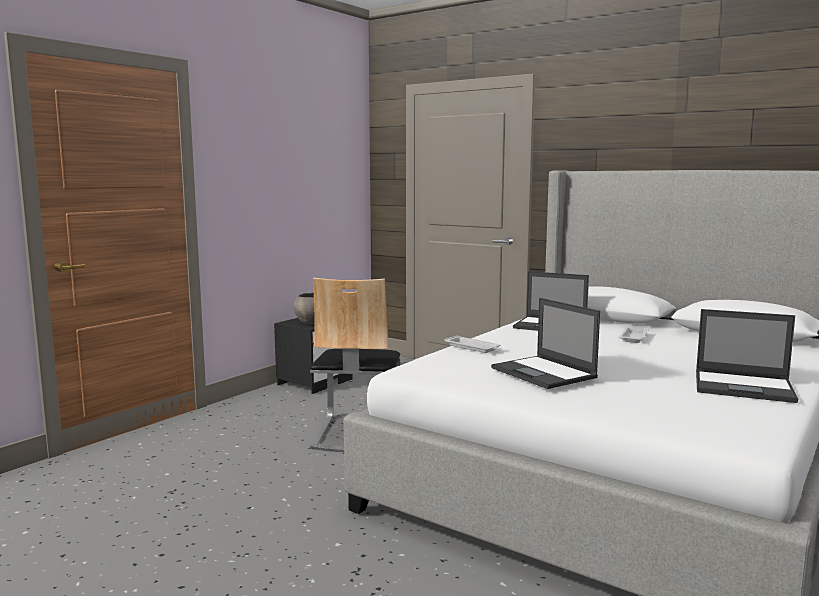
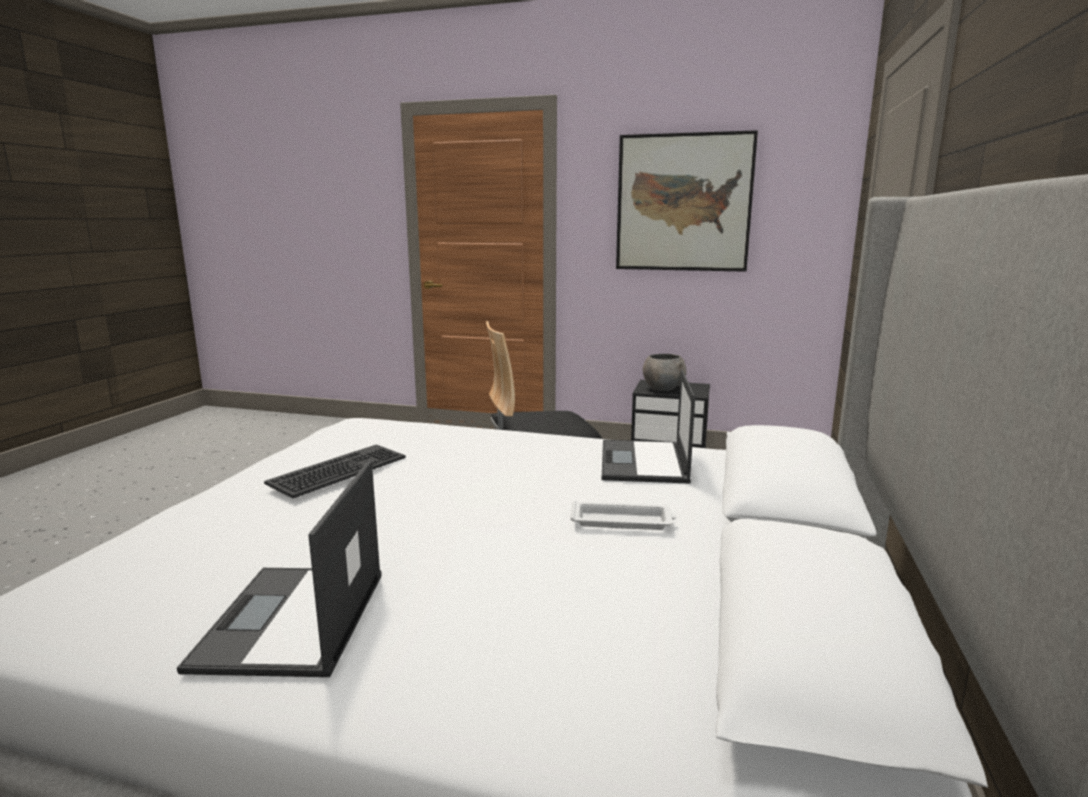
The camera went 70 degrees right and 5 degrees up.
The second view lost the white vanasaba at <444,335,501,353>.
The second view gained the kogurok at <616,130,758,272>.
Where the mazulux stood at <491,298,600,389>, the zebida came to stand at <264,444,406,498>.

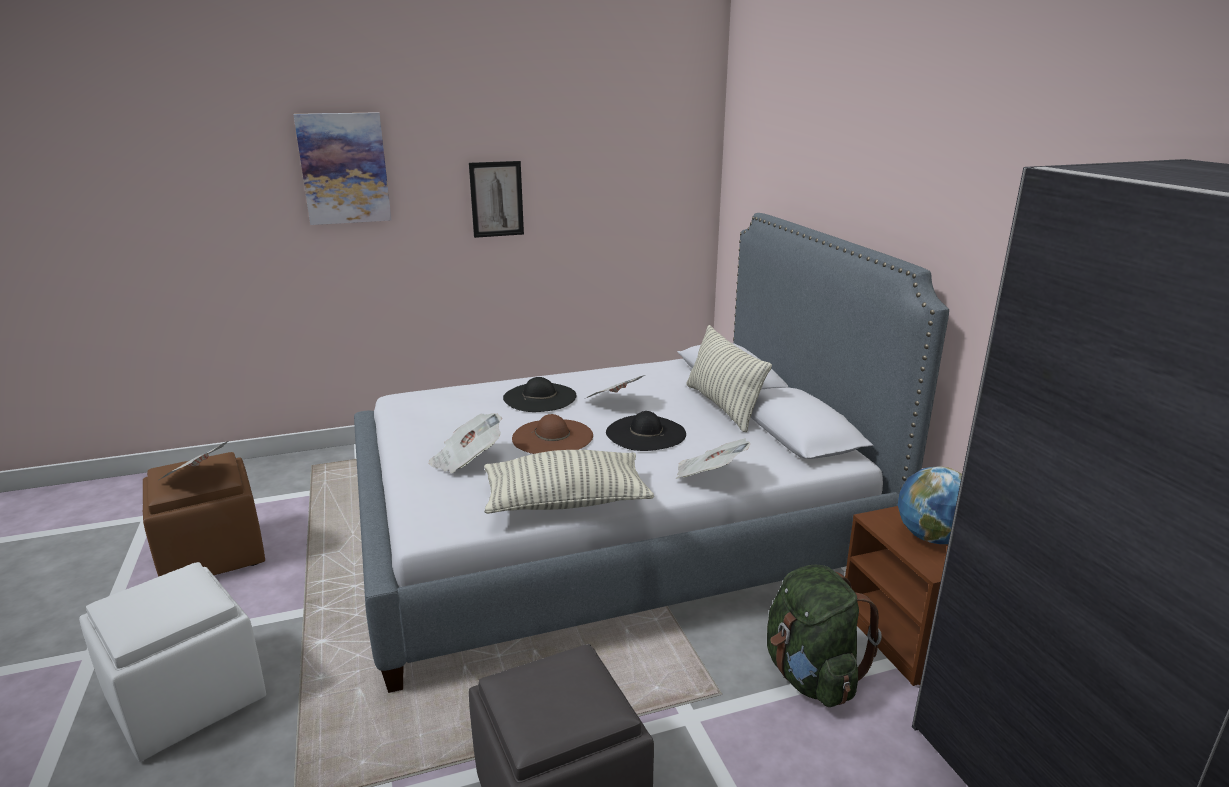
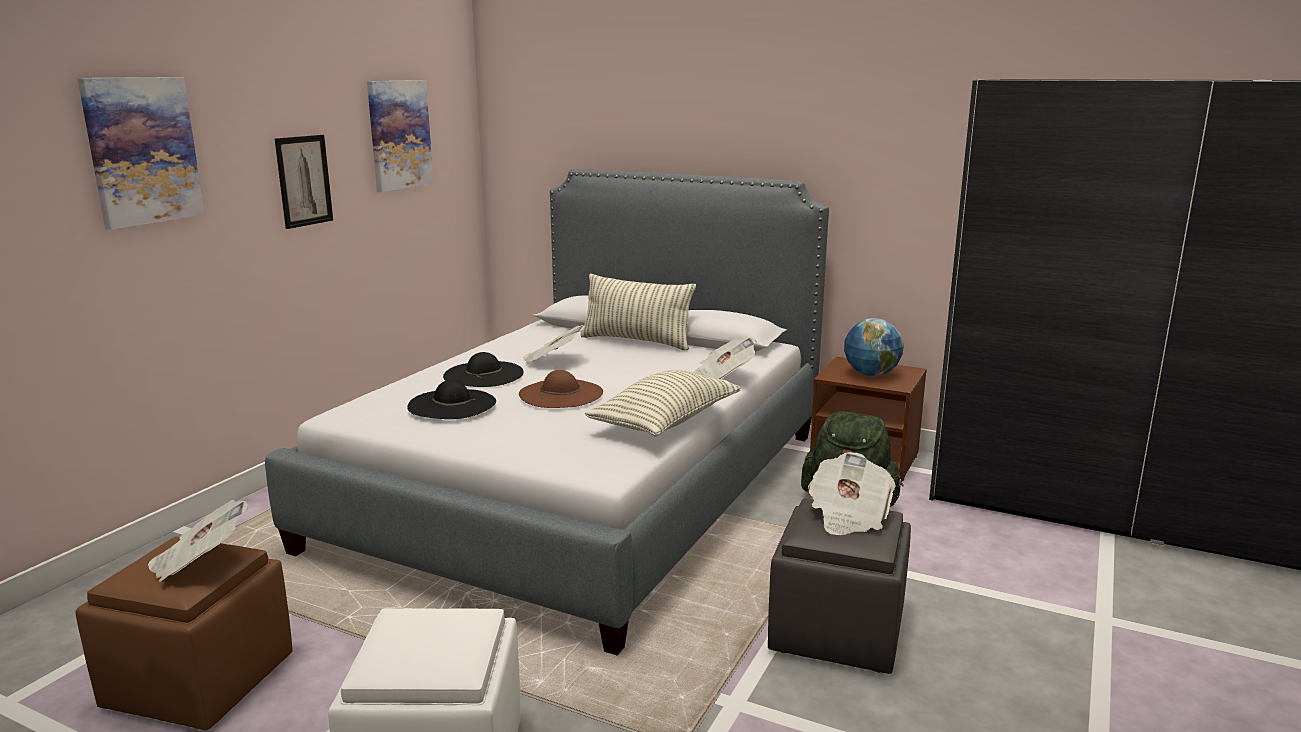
The camera went 45 degrees left and 5 degrees down.
The second view gained the kogurok at <367,80,434,192>.
The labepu ended up elsewhere, having gone from <429,413,502,473> to <808,452,896,535>.
The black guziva ended up elsewhere, having gone from <606,411,686,451> to <407,380,496,419>.

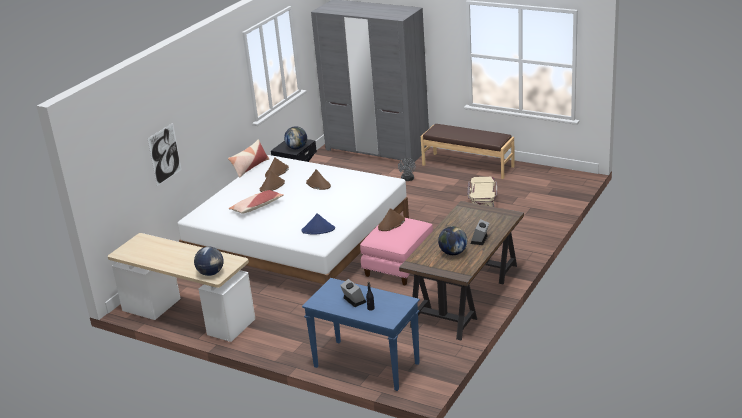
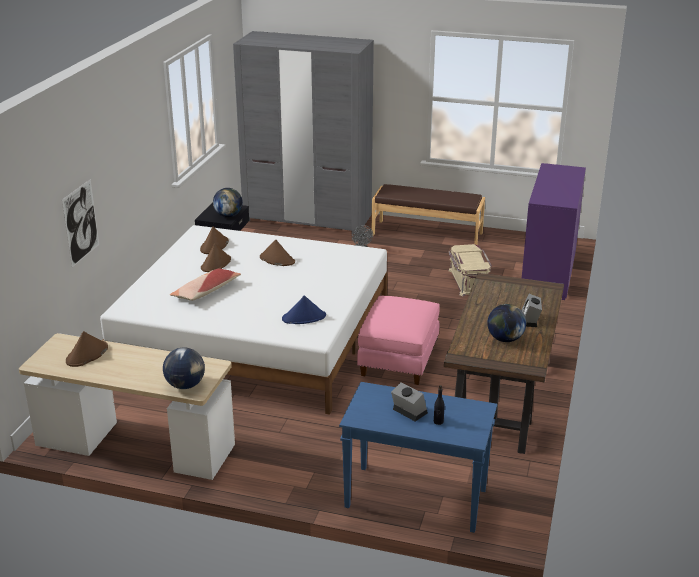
The camera went 15 degrees left and 0 degrees up.
The second view lost the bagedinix at <228,139,269,177>.
The second view gained the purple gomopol at <522,163,586,300>.
The brown guziva ended up elsewhere, having gone from <378,208,405,231> to <66,331,108,367>.

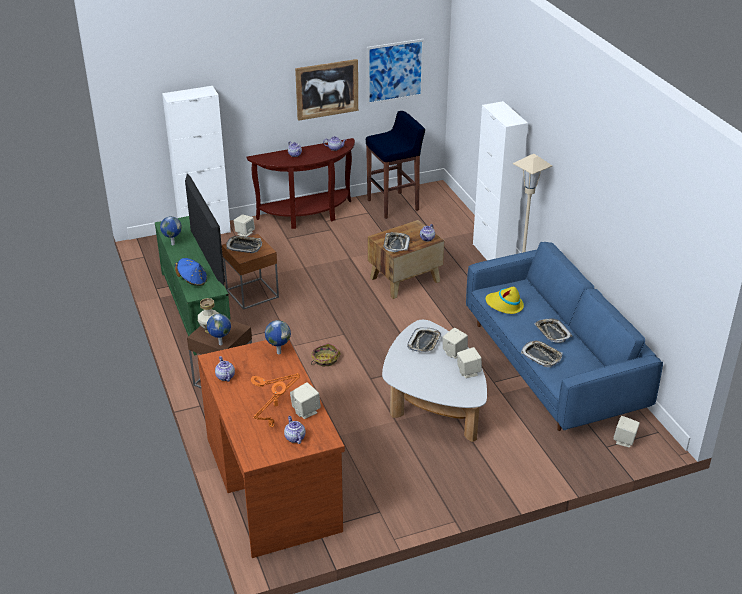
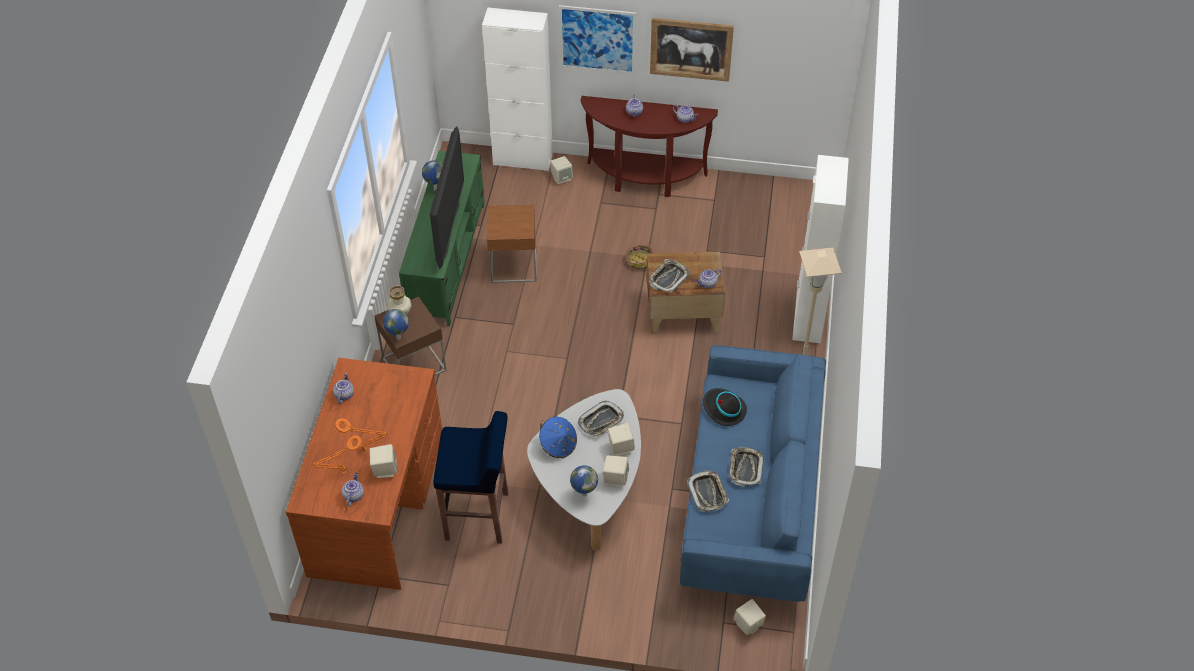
The camera went 30 degrees right and 15 degrees up.
The second view lost the vanasaba at <226,236,262,253>.
The blue guziva ended up elsewhere, having gone from <175,258,207,286> to <539,417,577,458>.
The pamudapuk ended up elsewhere, having gone from <265,320,291,354> to <570,465,598,497>.
The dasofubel ended up elsewhere, having gone from <311,343,341,366> to <622,245,654,270>.
The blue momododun ended up elsewhere, having gone from <366,111,425,219> to <433,411,508,544>.
The kogurok ended up elsewhere, having gone from <367,39,424,105> to <559,5,636,75>.
What was the yellow guziva at <485,287,524,314> turned into the black guziva at <703,388,747,426>.

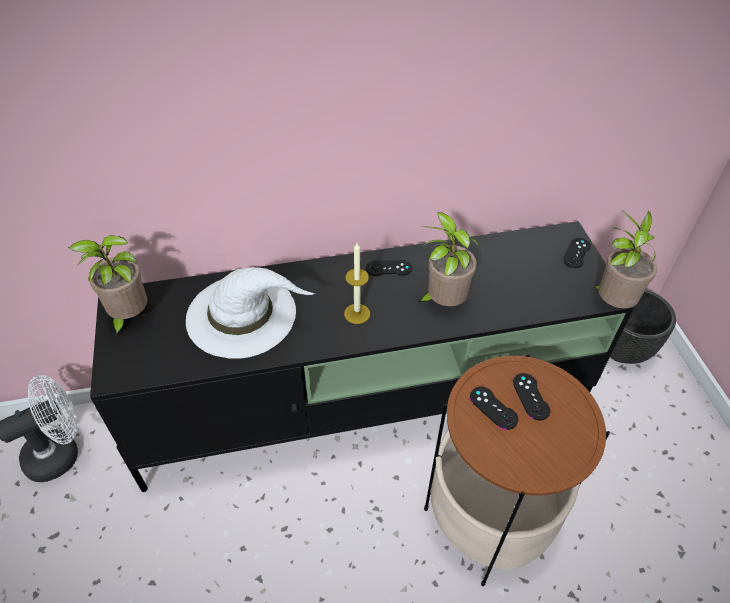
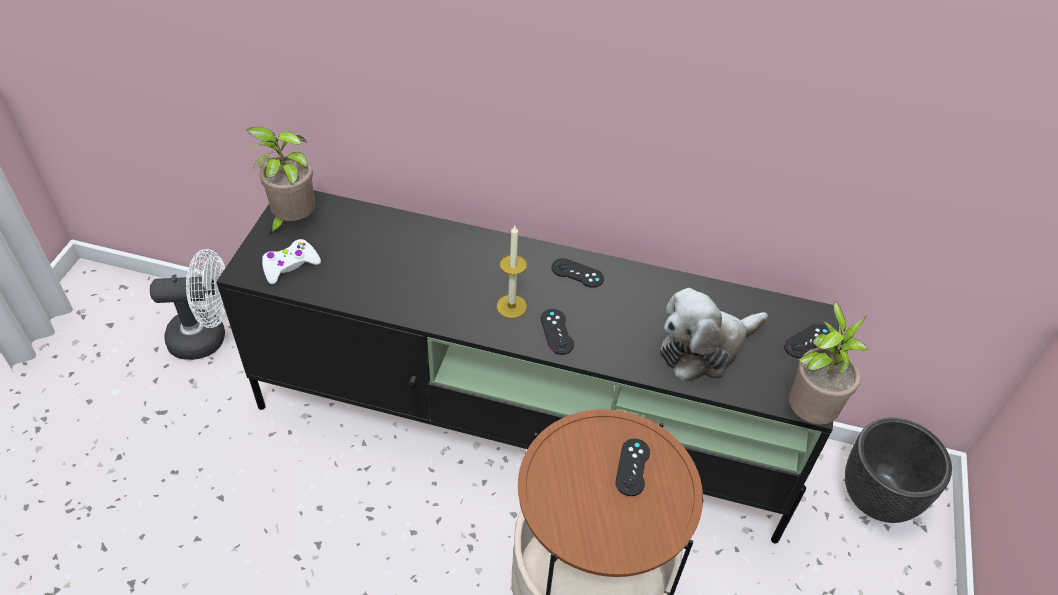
The camera went 25 degrees right and 0 degrees up.
The second view lost the white guziva at <186,267,315,359>.
The second view lost the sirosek at <417,212,479,306>.
The second view gained the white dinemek at <262,239,321,284>.
The second view gained the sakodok at <659,288,768,381>.
The black dinemek ended up elsewhere, having gone from <470,387,518,430> to <541,309,574,355>.

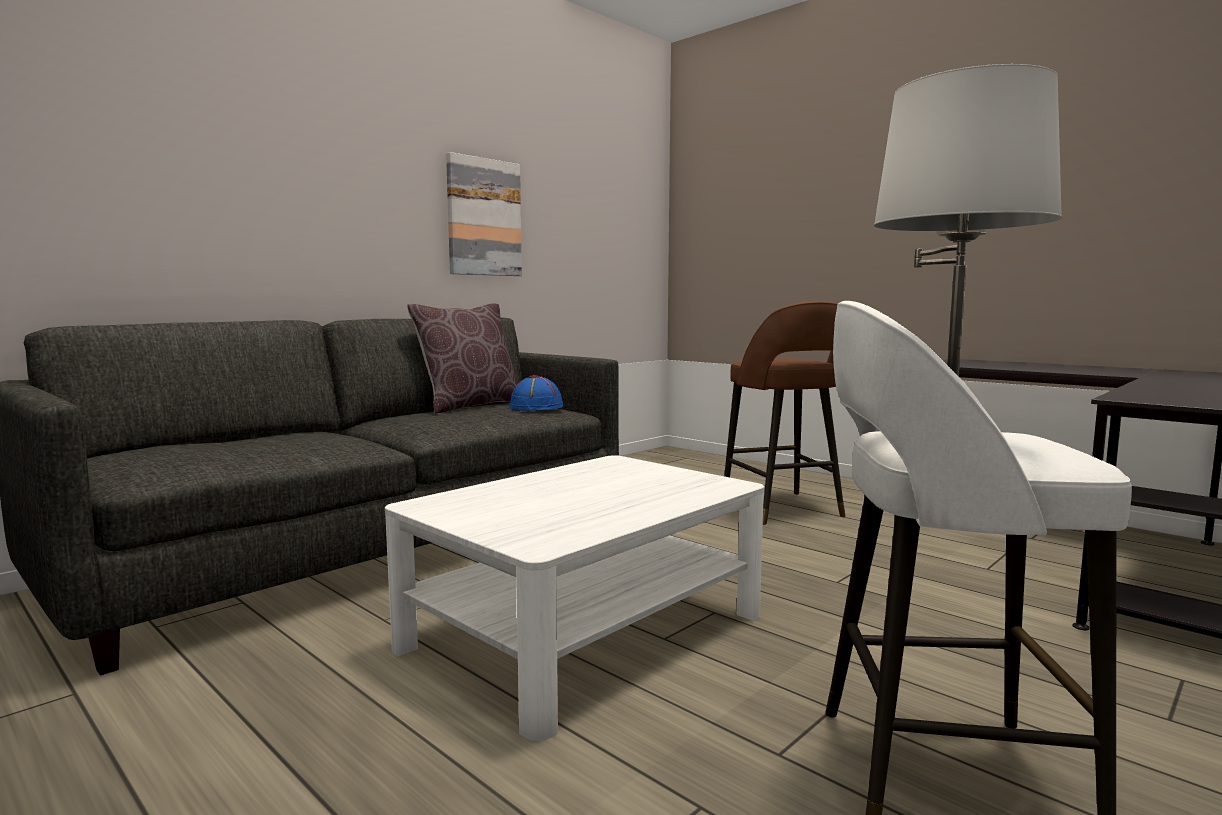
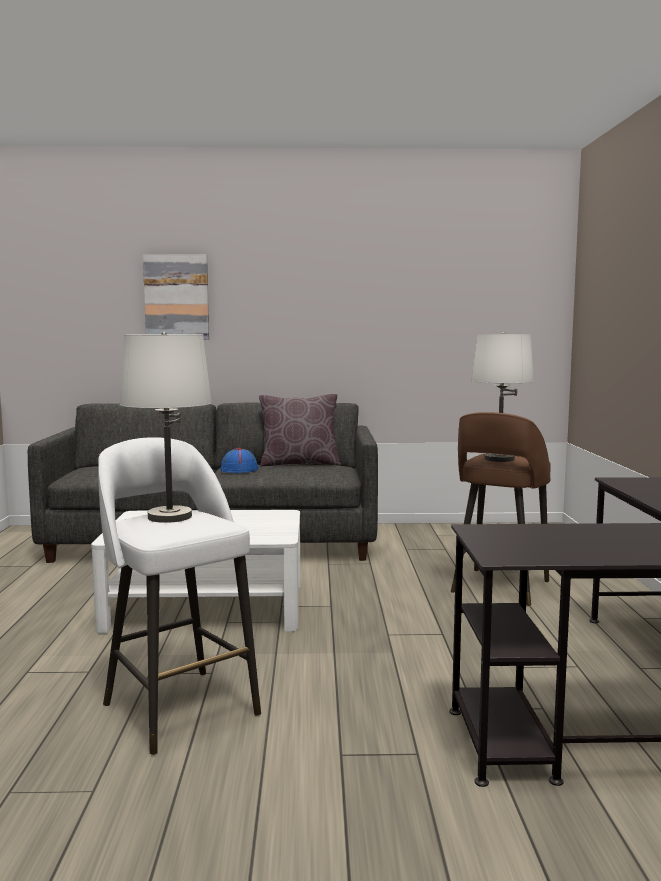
The camera went 45 degrees right and 0 degrees up.
The second view gained the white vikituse at <471,332,534,462>.
The kogurok ended up elsewhere, having gone from <446,152,522,276> to <143,255,209,340>.
The blue guziva ended up elsewhere, having gone from <510,375,563,411> to <221,448,258,473>.

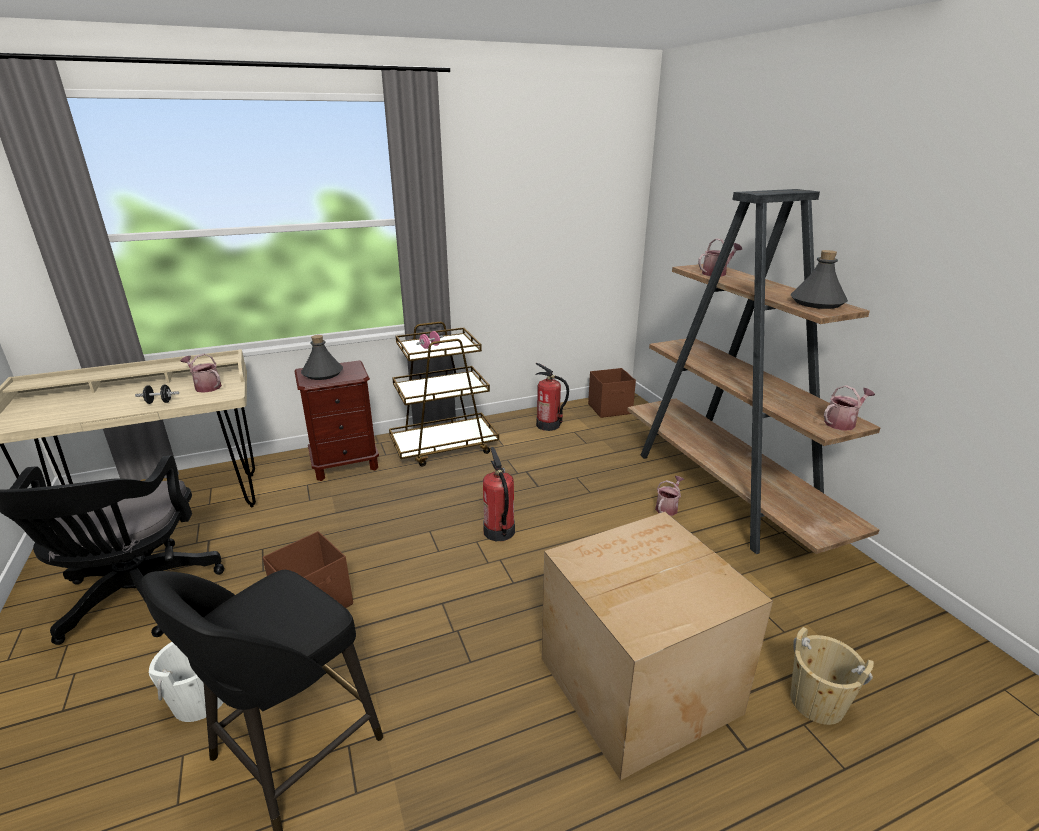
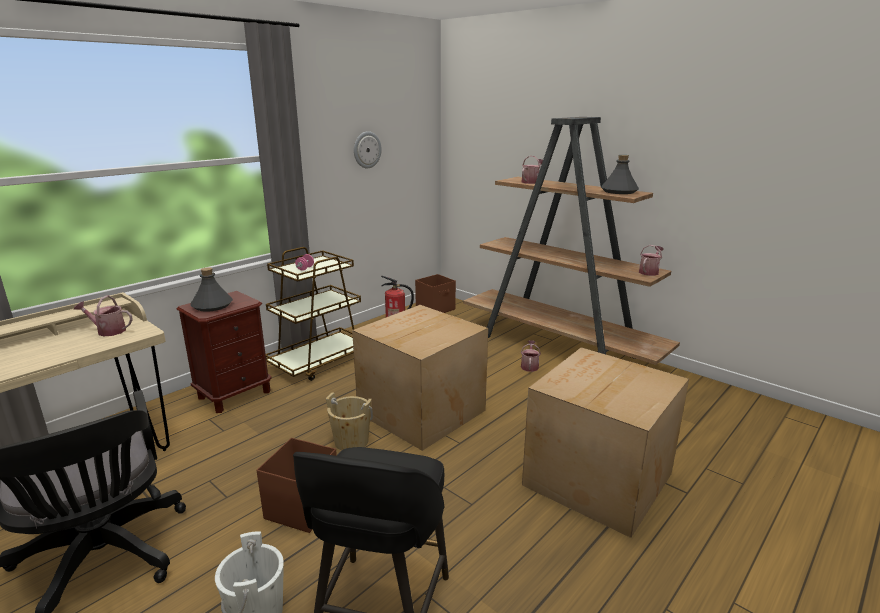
The camera went 25 degrees left and 5 degrees down.
The second view lost the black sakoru at <135,384,179,404>.
The second view gained the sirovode at <354,131,382,168>.
The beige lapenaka ended up elsewhere, having gone from <790,627,874,725> to <326,392,373,451>.
Where the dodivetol stood at <483,447,515,541>, the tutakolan came to stand at <352,305,488,451>.

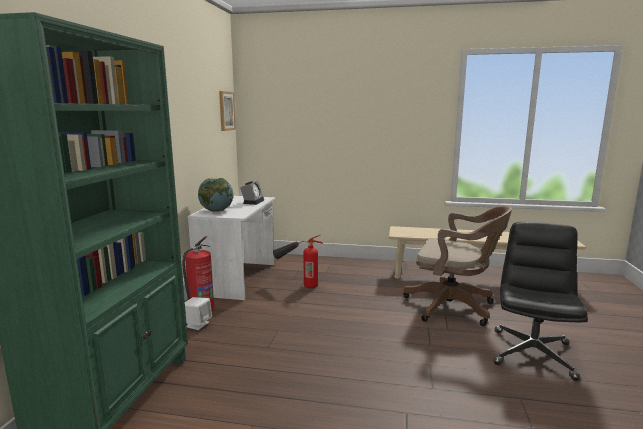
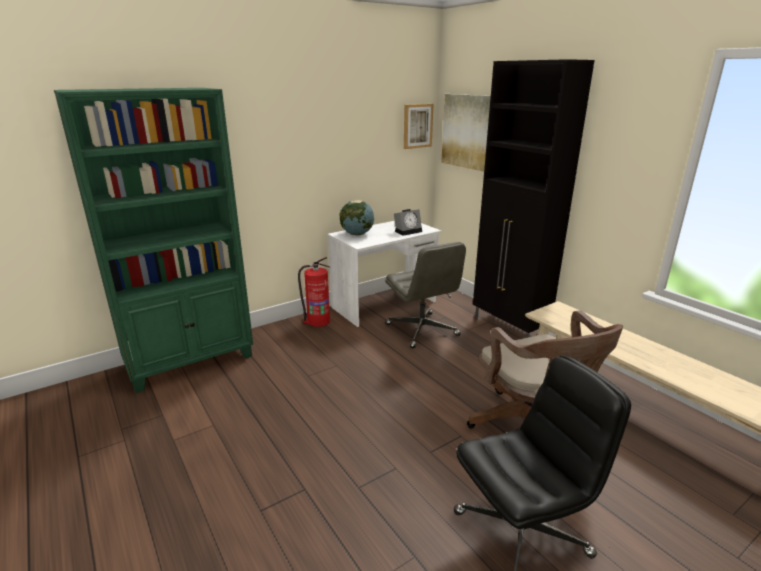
The camera went 45 degrees right and 10 degrees up.
The second view lost the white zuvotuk at <185,297,212,330>.
The second view gained the kogurok at <441,94,491,172>.
The second view gained the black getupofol at <473,59,594,338>.
Where the dodivetol stood at <273,235,323,288>, the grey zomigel came to stand at <385,242,466,348>.

